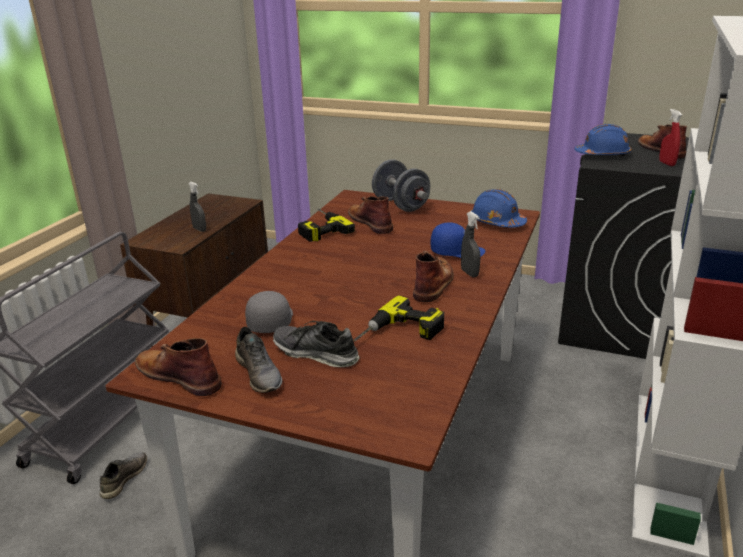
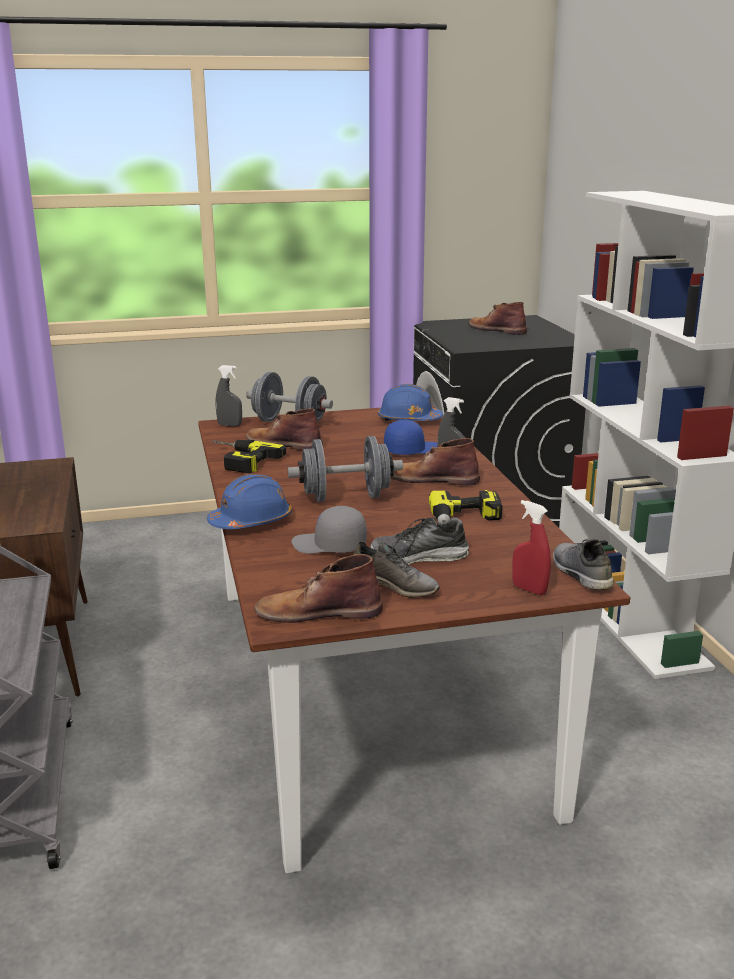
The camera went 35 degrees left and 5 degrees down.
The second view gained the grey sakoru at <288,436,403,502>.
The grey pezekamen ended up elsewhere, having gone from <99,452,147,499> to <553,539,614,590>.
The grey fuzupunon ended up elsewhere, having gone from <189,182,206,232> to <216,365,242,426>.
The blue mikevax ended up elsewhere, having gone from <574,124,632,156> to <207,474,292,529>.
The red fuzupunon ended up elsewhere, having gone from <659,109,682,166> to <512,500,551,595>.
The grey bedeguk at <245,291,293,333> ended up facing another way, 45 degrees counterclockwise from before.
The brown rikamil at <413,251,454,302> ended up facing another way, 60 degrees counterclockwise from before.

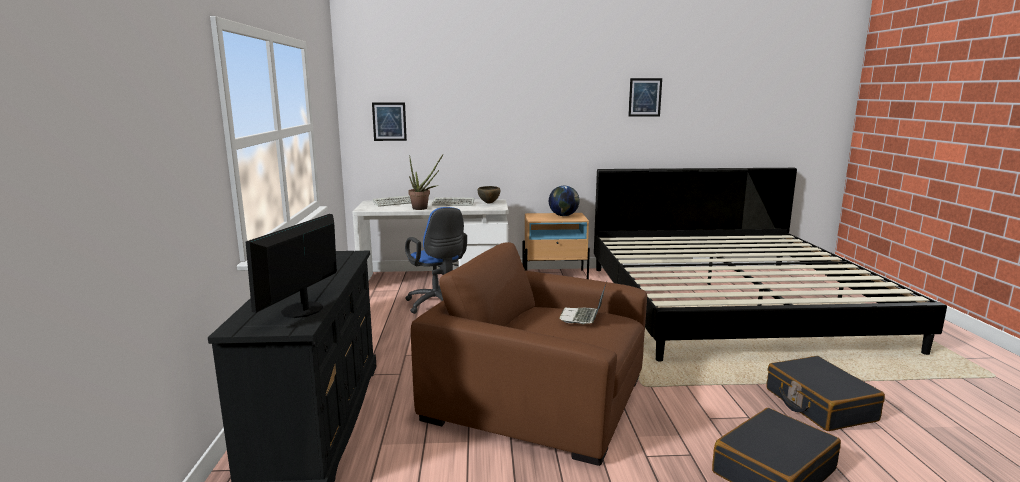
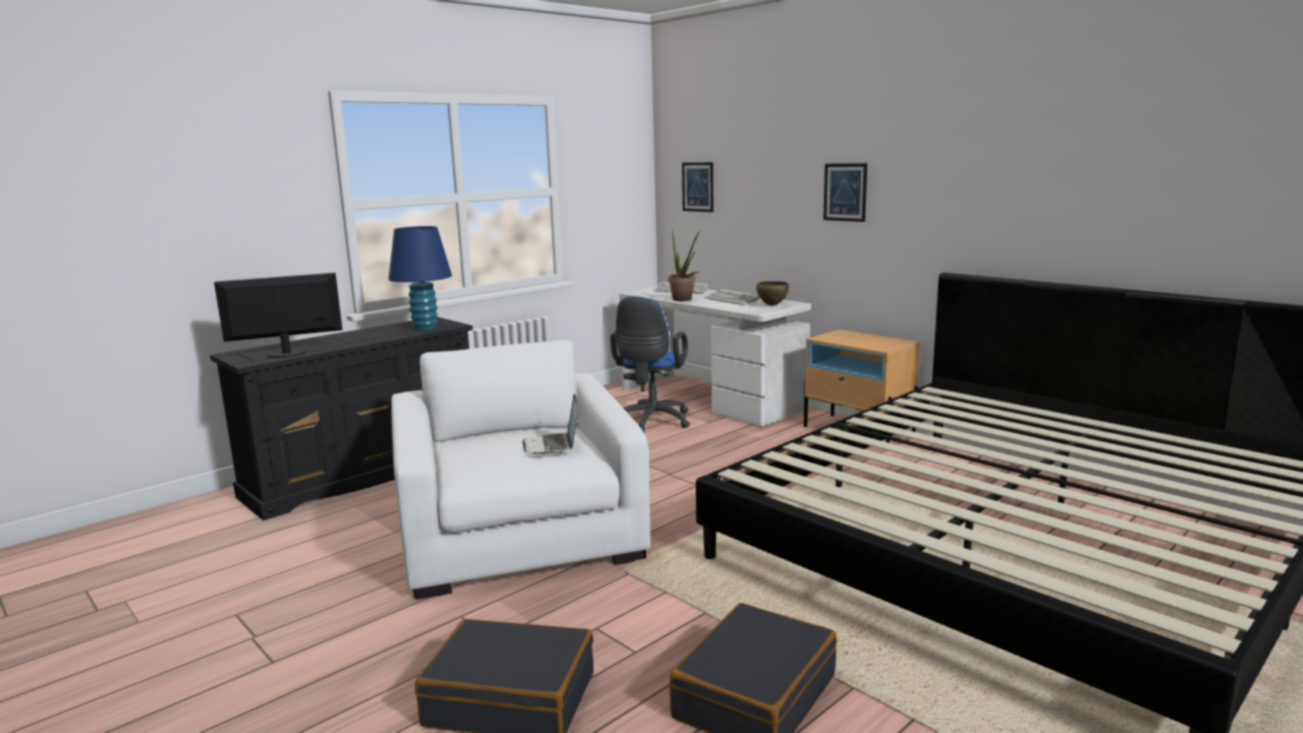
The camera went 50 degrees right and 0 degrees up.
The second view lost the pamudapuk at <549,186,579,216>.
The second view gained the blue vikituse at <389,226,452,330>.
The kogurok ended up elsewhere, having gone from <628,78,662,117> to <823,163,868,222>.
What was the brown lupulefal at <411,242,647,466> turned into the white lupulefal at <391,340,651,599>.
The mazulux at <559,282,607,324> ended up facing another way, 75 degrees counterclockwise from before.

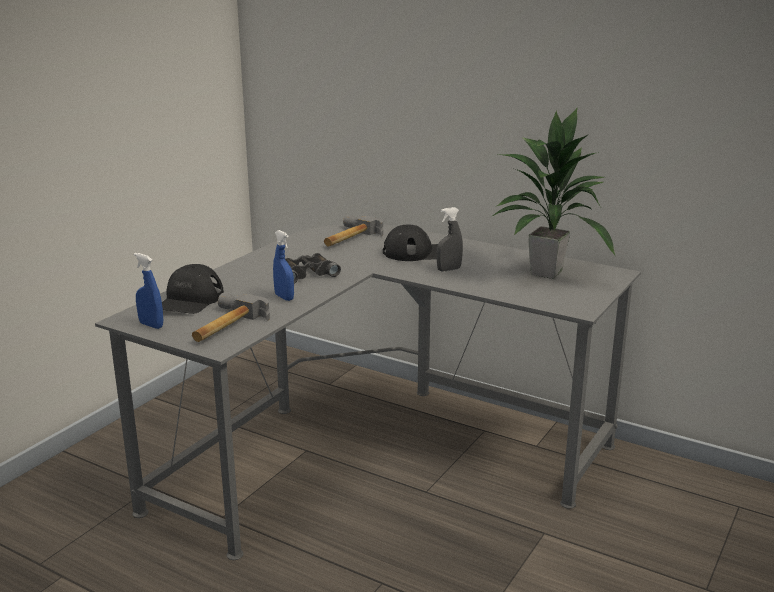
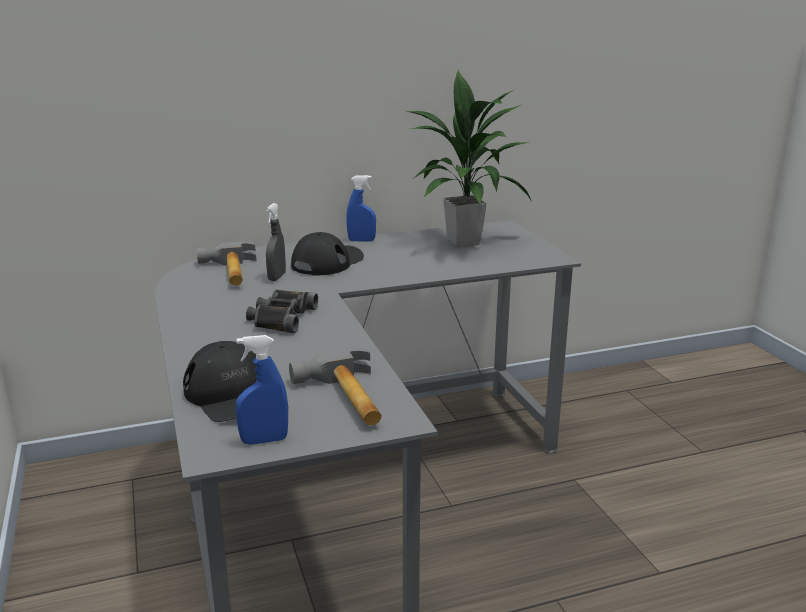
The camera went 50 degrees left and 0 degrees up.
The blue fuzupunon ended up elsewhere, having gone from <273,230,294,301> to <347,175,376,242>.
The grey fuzupunon ended up elsewhere, having gone from <436,207,463,271> to <266,203,286,281>.

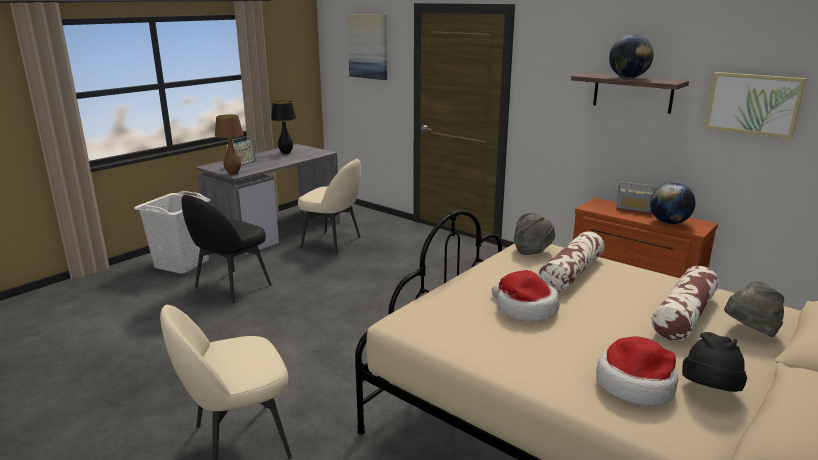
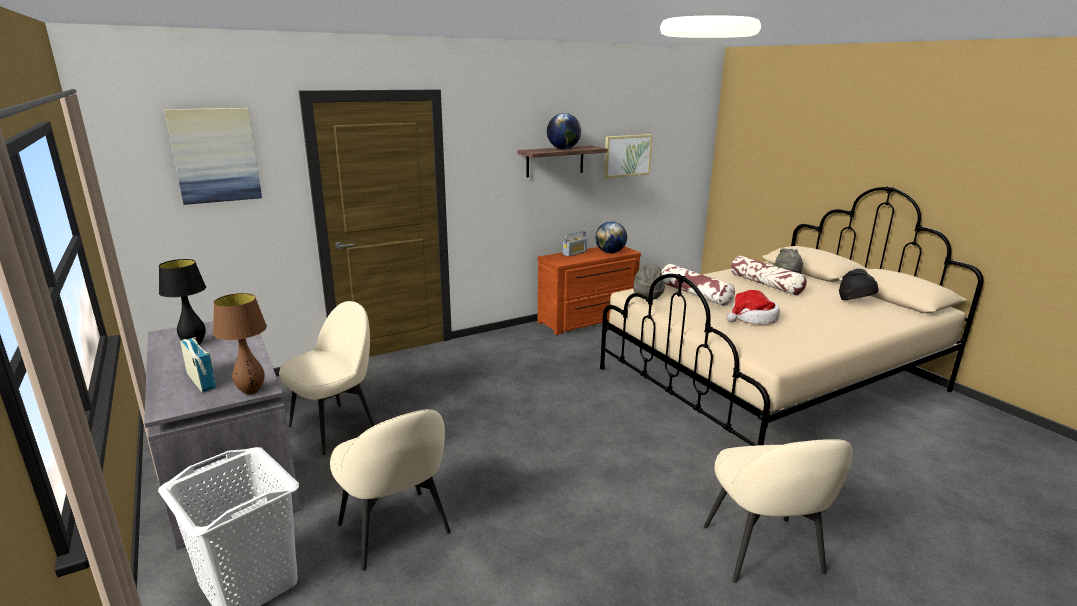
The camera went 70 degrees left and 0 degrees up.
The second view lost the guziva at <596,336,678,406>.
What was the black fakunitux at <181,195,272,303> turned into the beige fakunitux at <330,409,451,571>.

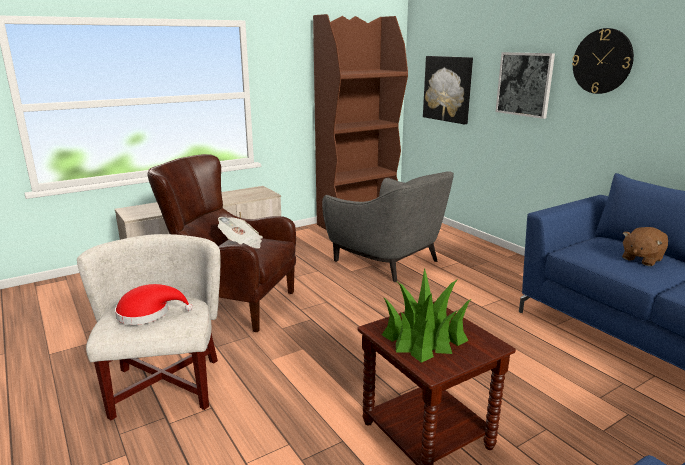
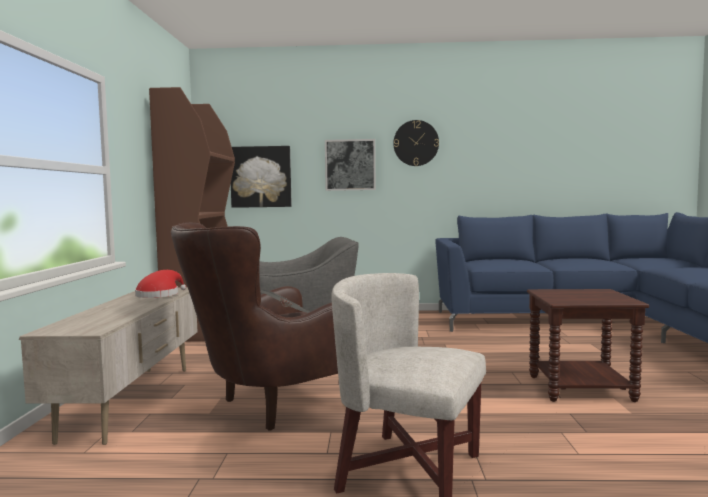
The camera went 55 degrees left and 15 degrees down.
The second view lost the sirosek at <382,268,471,363>.
The second view lost the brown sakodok at <622,227,668,266>.
The red guziva ended up elsewhere, having gone from <115,284,193,325> to <135,270,186,298>.

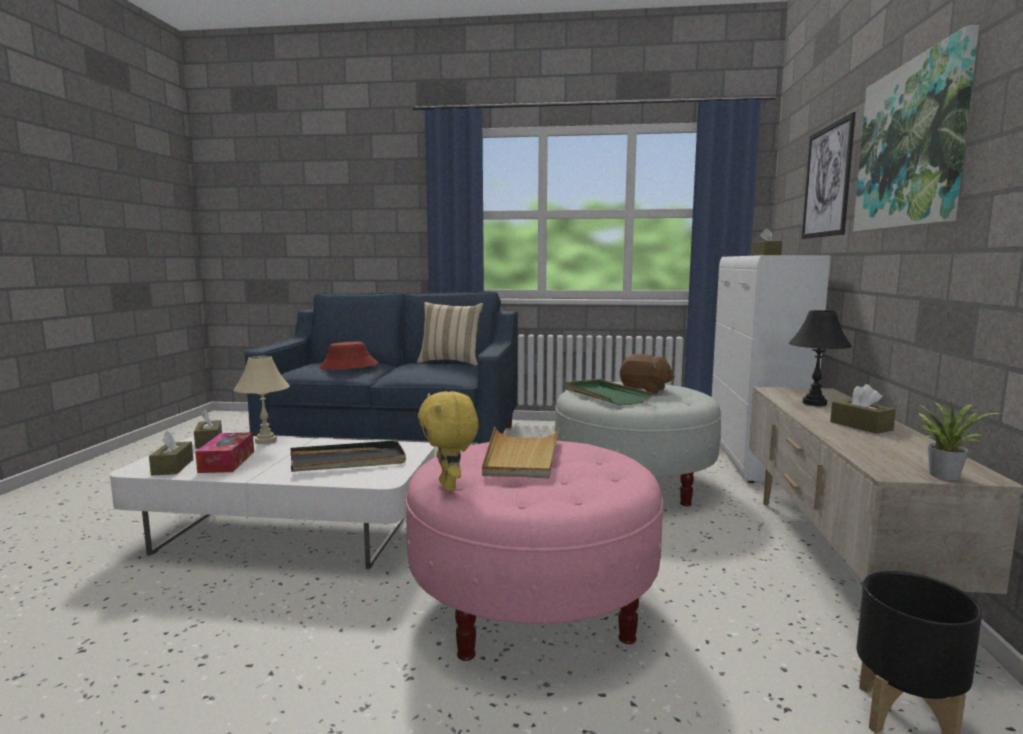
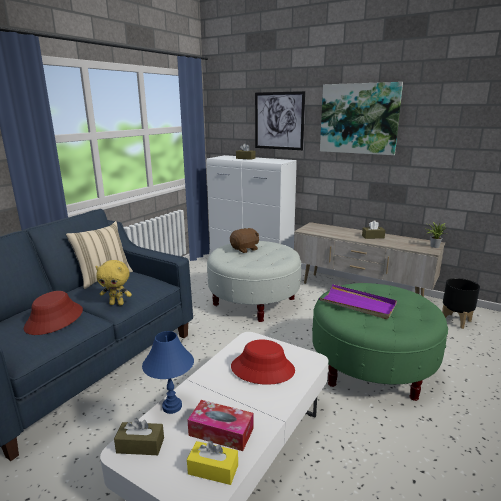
The camera went 65 degrees left and 10 degrees up.
The second view lost the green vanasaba at <565,379,653,405>.
The second view lost the black vikituse at <789,310,852,406>.
The yellow sakodok ended up elsewhere, having gone from <418,391,479,491> to <95,260,132,306>.
Where the black vanasaba stood at <290,440,406,472>, the red guziva came to stand at <231,339,295,385>.
What was the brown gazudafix at <149,430,193,475> turned into the yellow gazudafix at <187,441,238,485>.
What was the beige vikituse at <234,356,290,444> turned into the blue vikituse at <142,331,194,414>.
What was the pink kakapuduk at <405,441,663,661> turned into the green kakapuduk at <312,283,448,401>.
What was the beige vanasaba at <482,427,559,478> turned into the purple vanasaba at <319,284,397,319>.

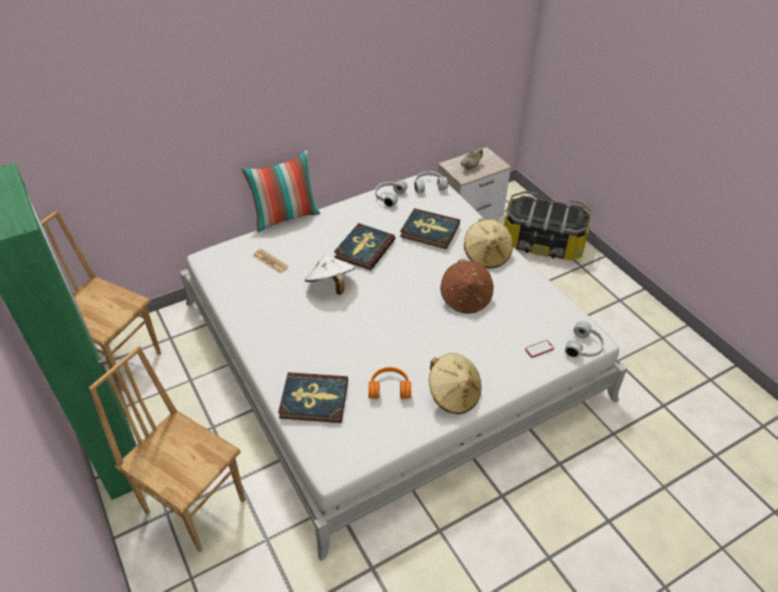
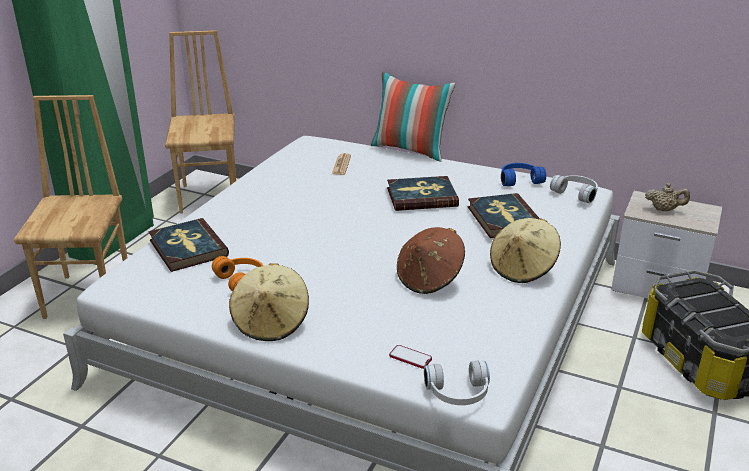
The camera went 55 degrees right and 15 degrees down.
The second view lost the white guziva at <305,254,355,295>.
What was the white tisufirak at <375,180,407,208> turned into the blue tisufirak at <501,163,546,186>.

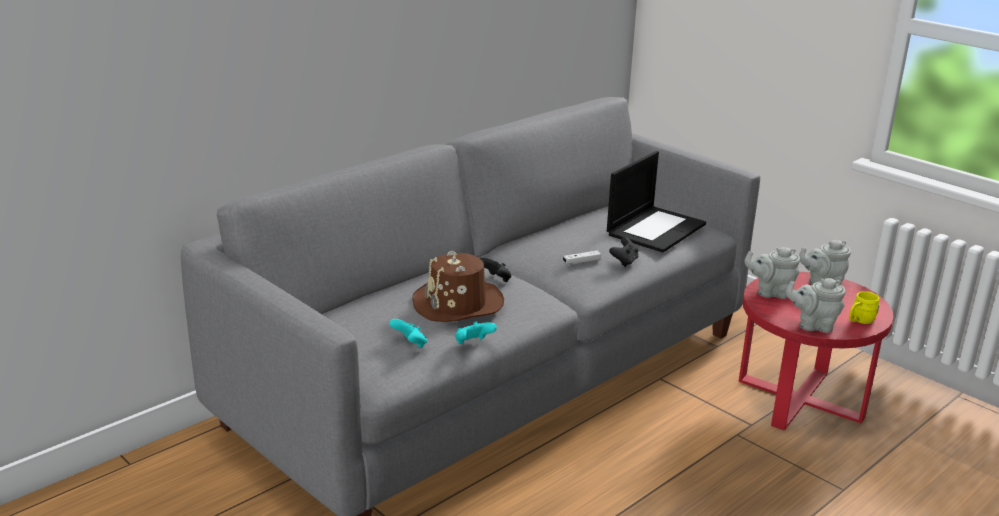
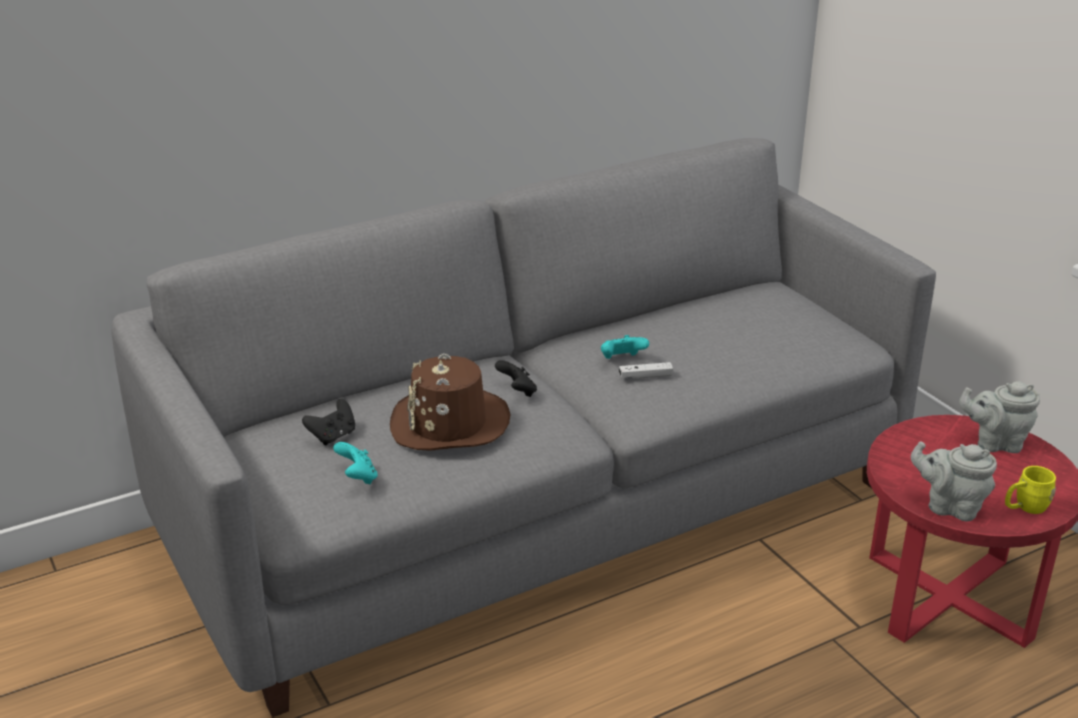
The camera went 15 degrees right and 5 degrees up.
The second view lost the mazulux at <607,151,706,253>.
The second view lost the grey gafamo at <745,247,800,299>.
The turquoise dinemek ended up elsewhere, having gone from <455,322,497,344> to <601,335,649,359>.
The black dinemek ended up elsewhere, having gone from <609,237,639,267> to <302,399,355,445>.

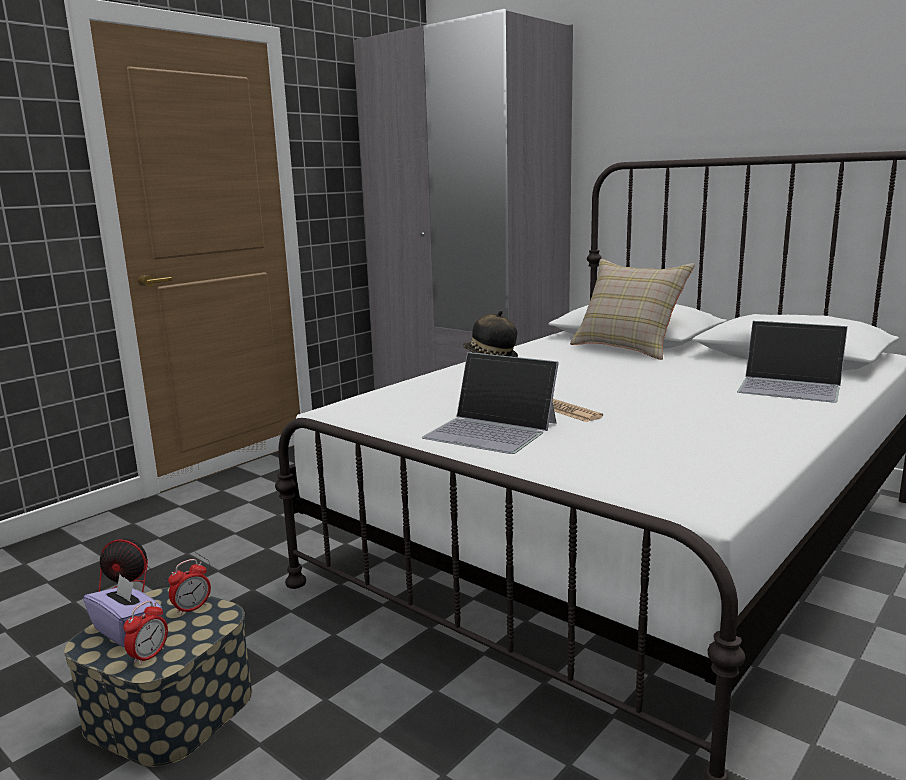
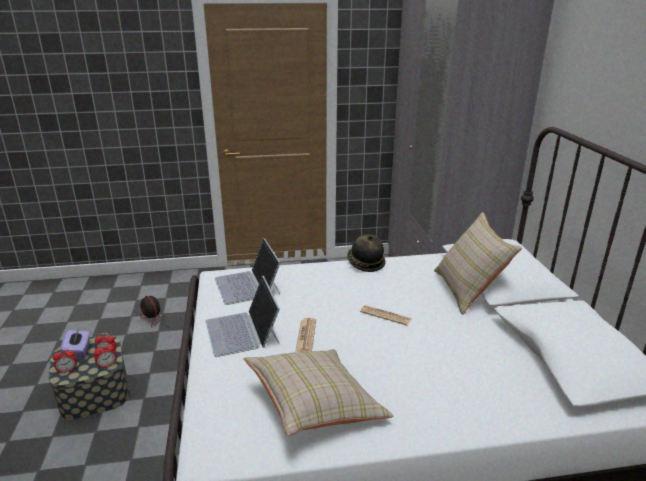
The camera went 40 degrees right and 10 degrees up.
The second view gained the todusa at <94,343,117,369>.
The second view gained the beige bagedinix at <244,349,393,436>.
The second view gained the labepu at <360,305,412,325>.
The mazulux ended up elsewhere, having gone from <737,321,848,403> to <215,238,281,305>.

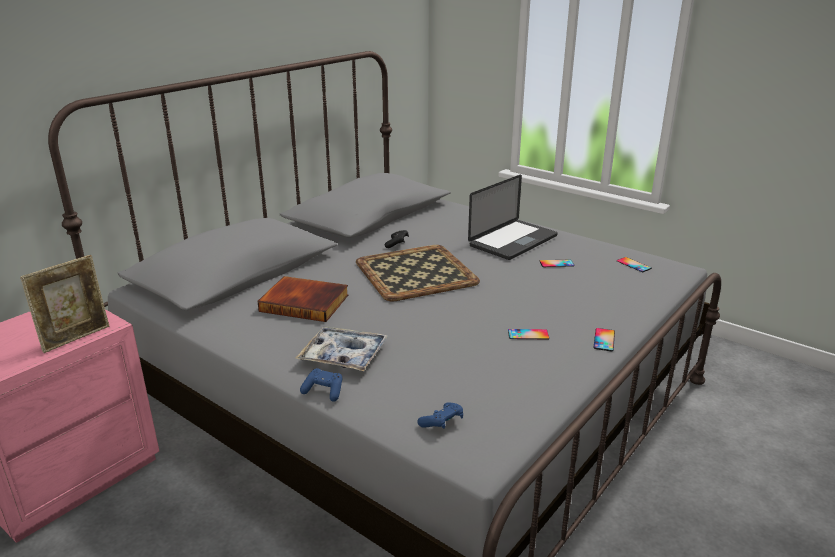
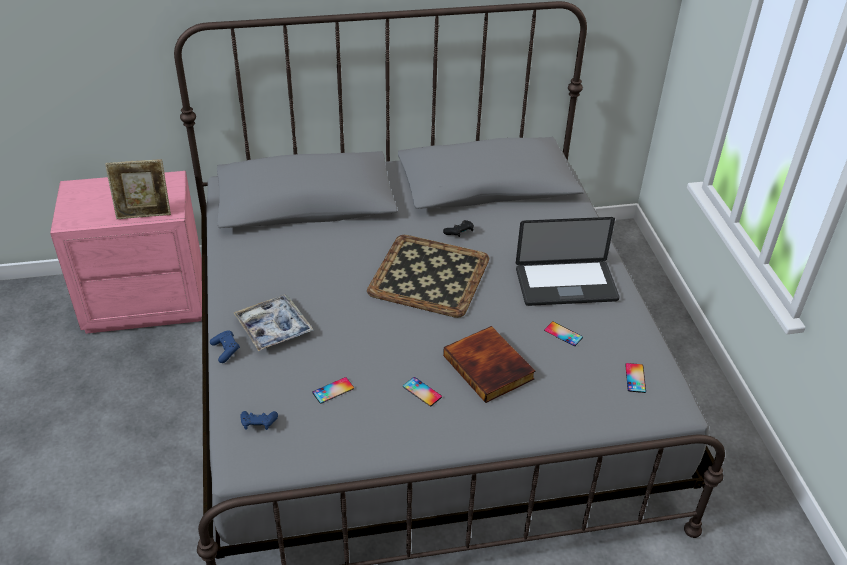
The camera went 40 degrees right and 15 degrees up.
The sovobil ended up elsewhere, having gone from <257,276,349,322> to <443,326,535,403>.
The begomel ended up elsewhere, having gone from <593,328,615,351> to <312,377,354,404>.

